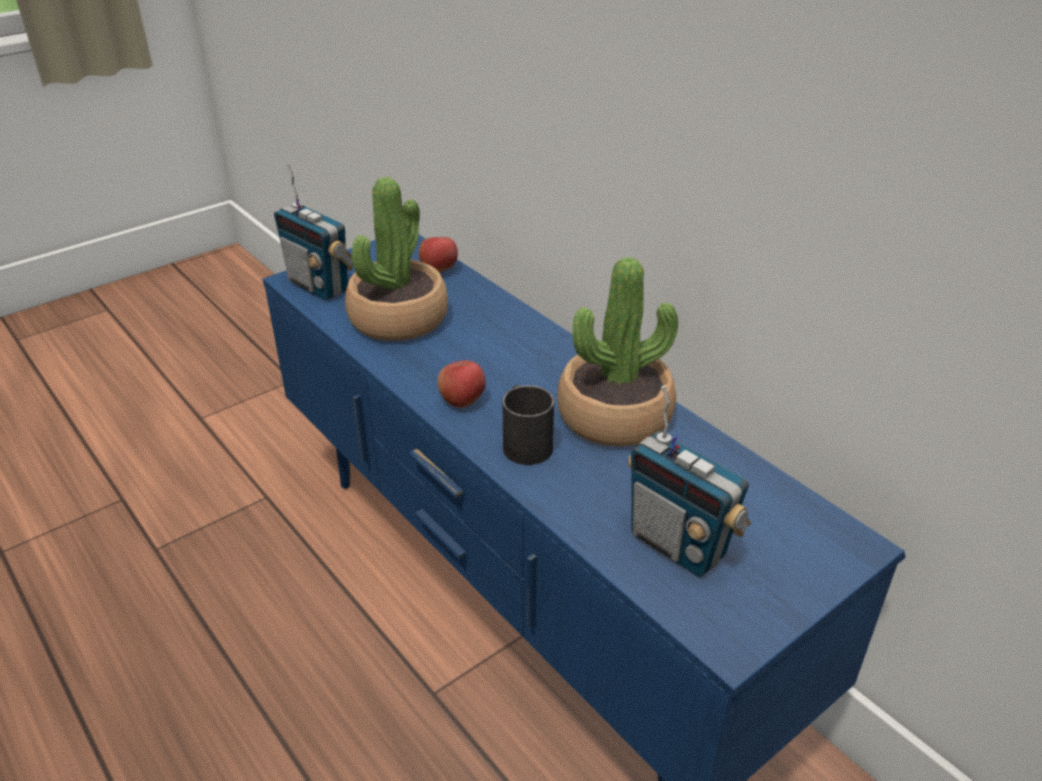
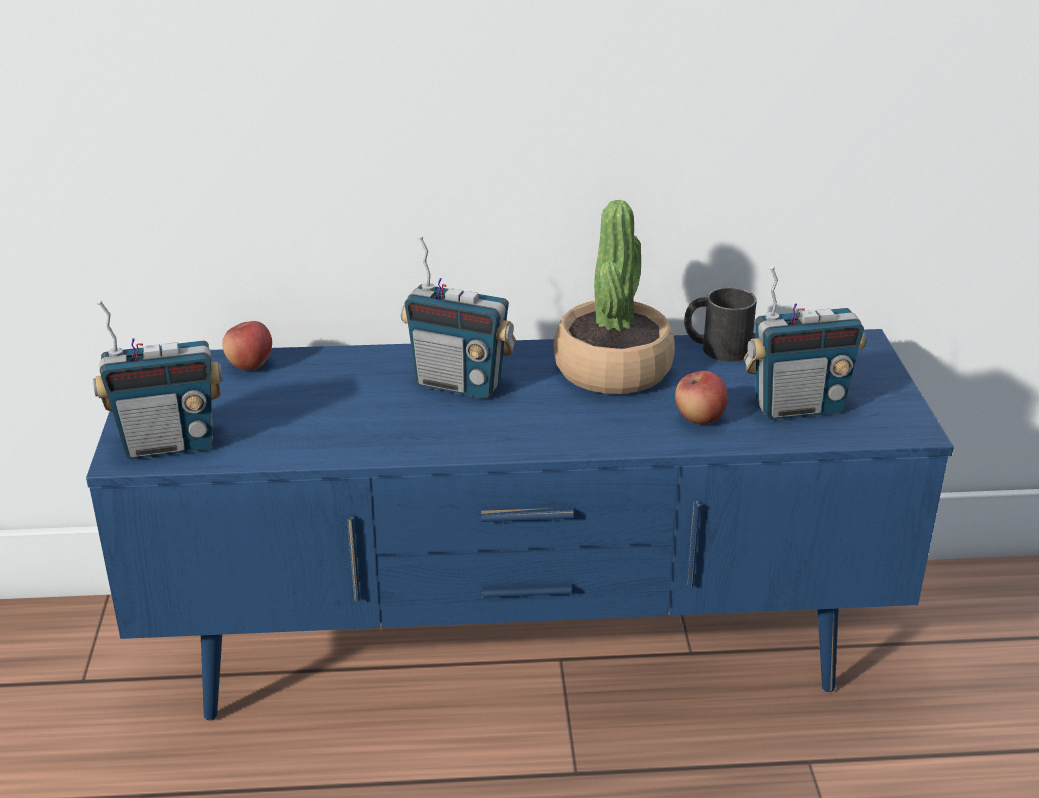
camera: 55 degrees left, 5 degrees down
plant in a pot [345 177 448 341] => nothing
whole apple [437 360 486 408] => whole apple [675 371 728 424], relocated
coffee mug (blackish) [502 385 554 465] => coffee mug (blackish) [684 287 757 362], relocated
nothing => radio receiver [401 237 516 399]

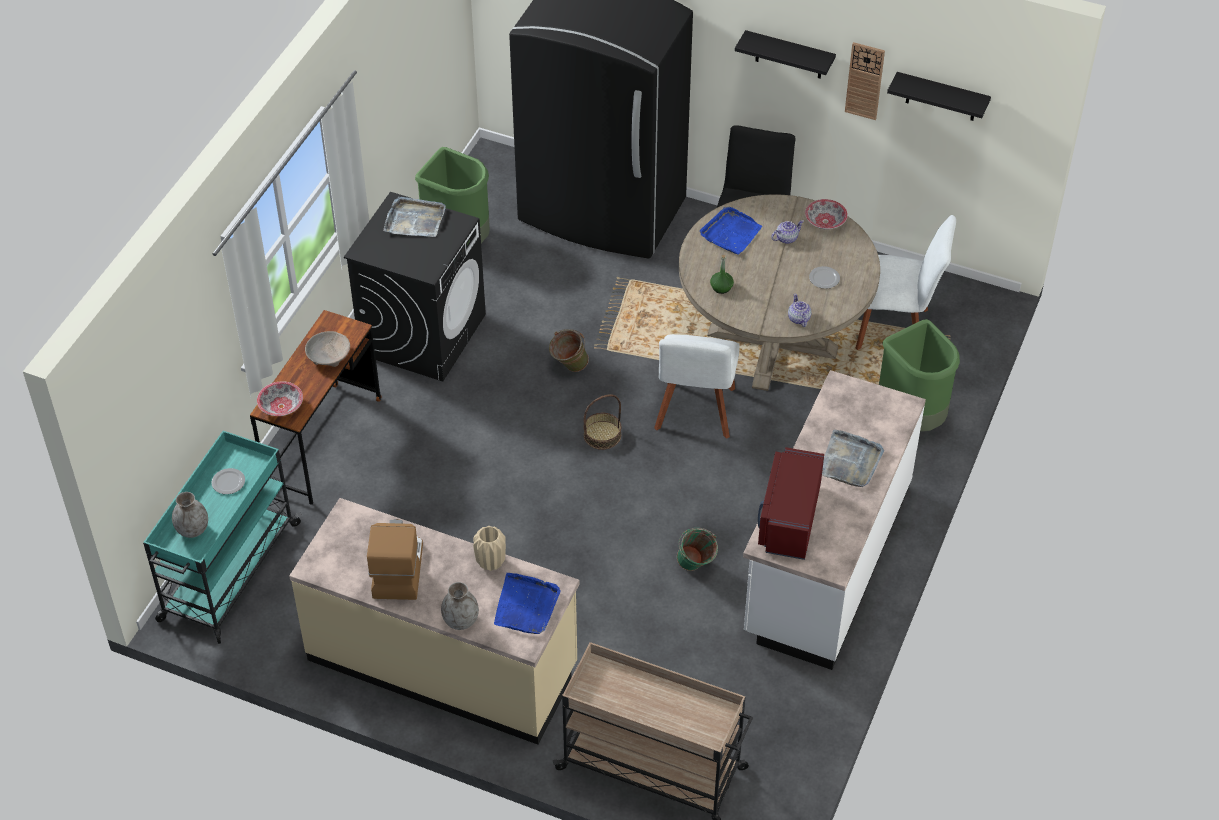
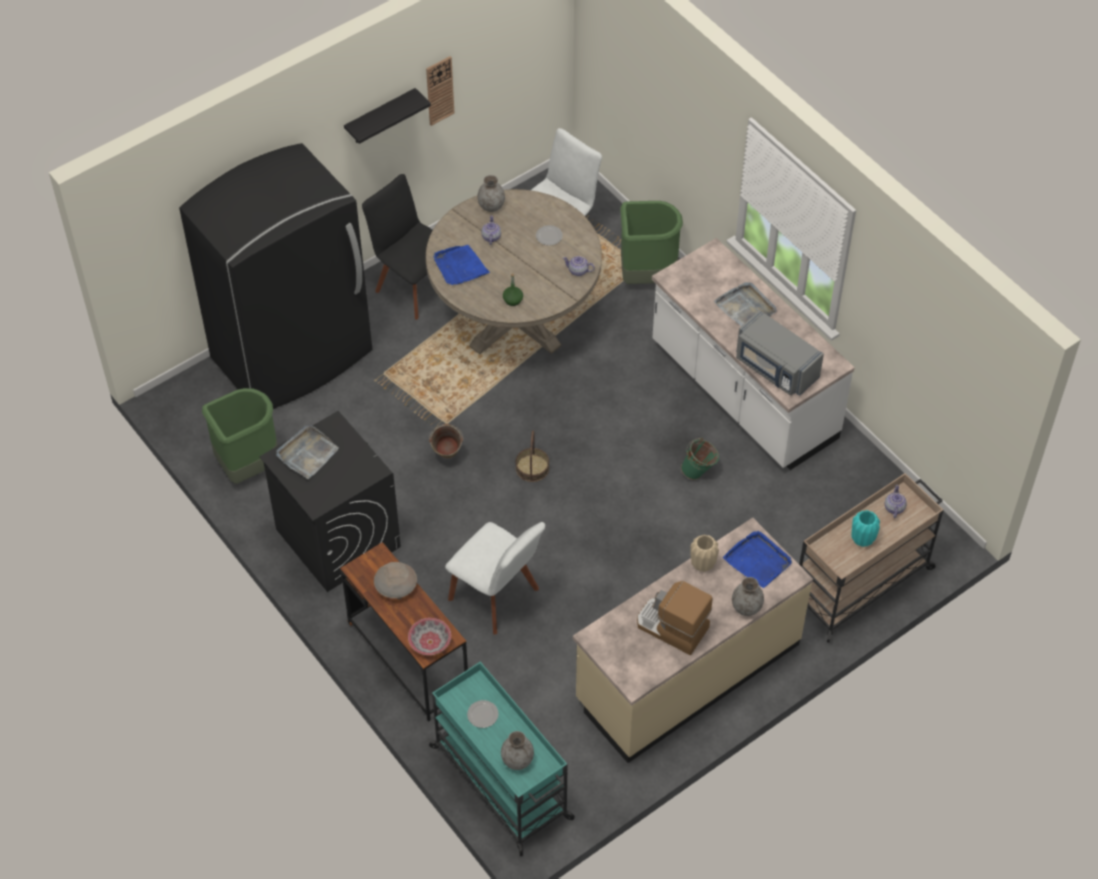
camera: 60 degrees left, 5 degrees up
plain chair (white) [654 334 740 439] => plain chair (white) [445 522 545 635], relocated
kitchen microwave (red-coloured) [758 447 824 560] => kitchen microwave (grey) [736 310 824 396]
bowl [805 199 848 230] => vase (grey) [477 175 505 212]
bracket shelf (blackish) [887 72 991 121] => nothing
nothing => vase (blue-green) [851 510 880 547]
nothing => teapot [885 485 907 518]

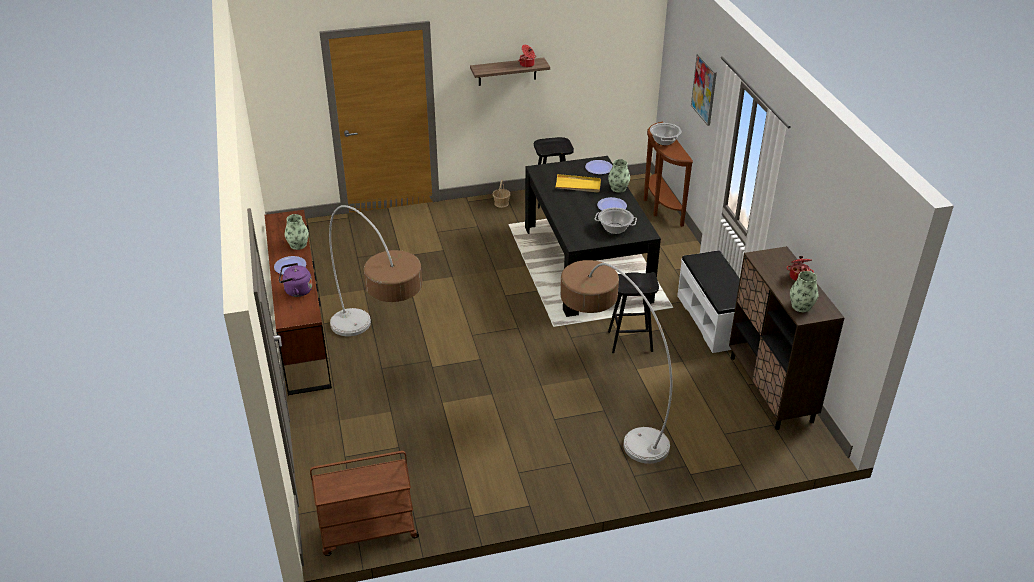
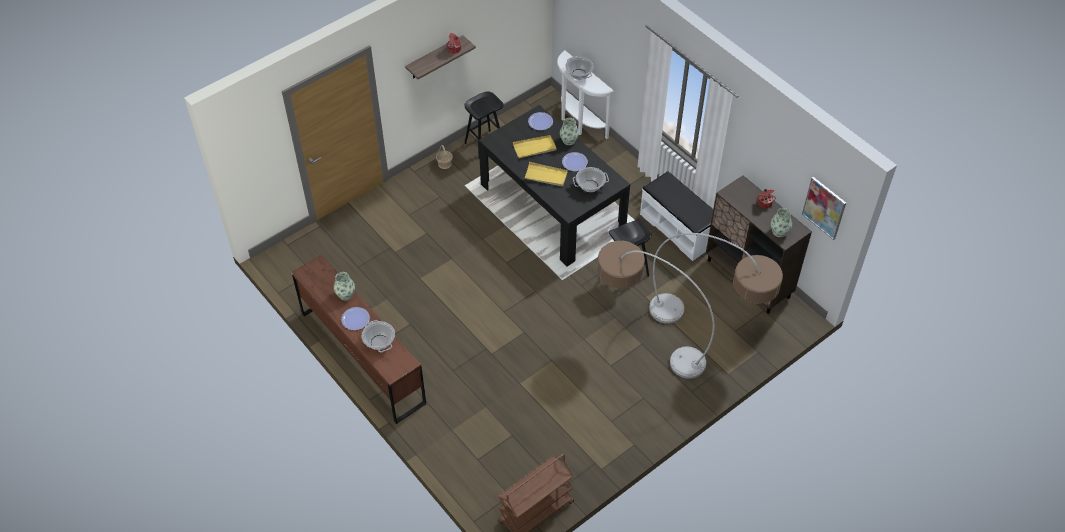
camera: 25 degrees left, 15 degrees up
kettle (purple-coloured) [279 263 312 297] => cooking pot [362 320 395 352]
floor lamp [329 205 422 337] => floor lamp [649 233 783 324], relocated
hall table (brownish) [644 121 693 227] => hall table (white) [557 50 614 139]
wall picture [691 54 717 126] => wall picture [802 177 846 240], relocated
nothing => carrying tray (yellow) [524 162 568 186]

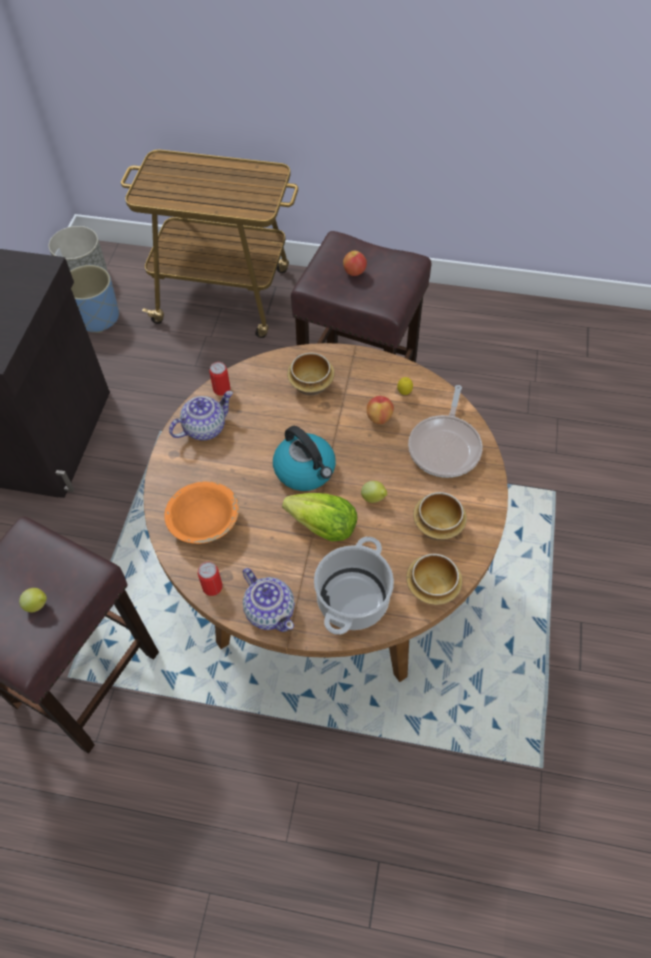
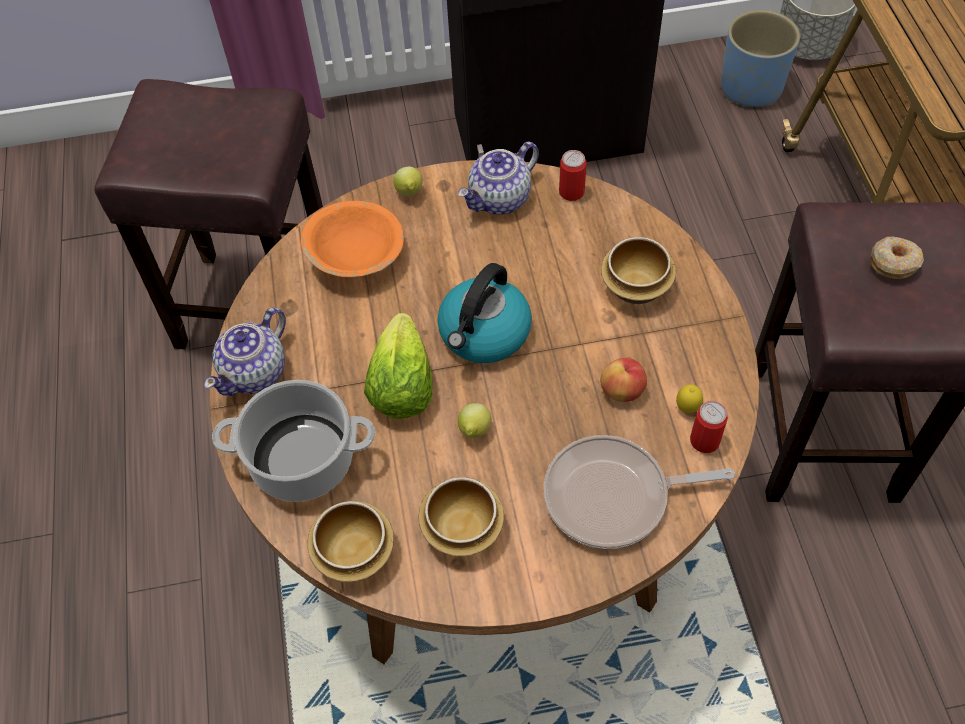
camera: 70 degrees right, 0 degrees up
whole lemon [19 588 47 612] => whole lemon [393 166 423 196], relocated
teapot [169 391 233 440] => teapot [458 142 539 214], 105 degrees clockwise
sealed can [198 562 223 596] => sealed can [690 401 728 453], relocated
whole apple [343 251 367 276] => ring doughnut [870 236 924 279]

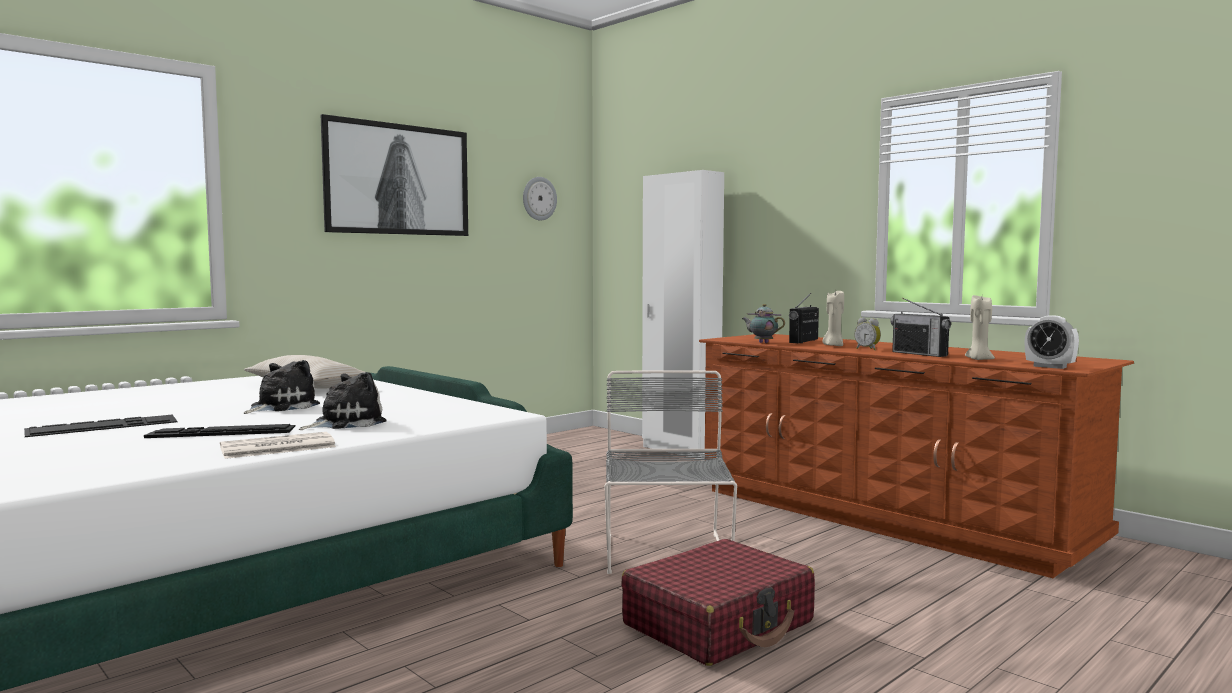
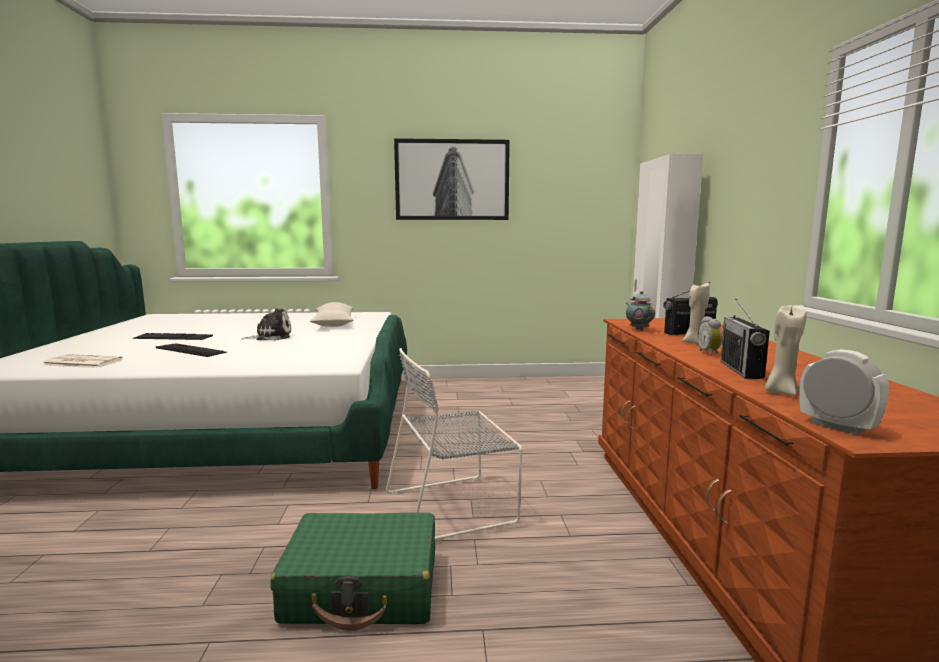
camera: 40 degrees right, 5 degrees up
newspaper [220 432 336 459] => newspaper [42 354 123 368], relocated
plush toy [299 372 386 430] => nothing
hanging clock [523 177 557 221] => nothing
plain chair (grey) [604 370 737 574] => plain chair (grey) [386 348 522 540], 150 degrees counterclockwise
travel case (red-coloured) [621 539 815 666] => travel case (green-coloured) [270 513 435 631]
bedside clock [1025 315 1079 369] => bedside clock [799 349 889 435], 150 degrees clockwise

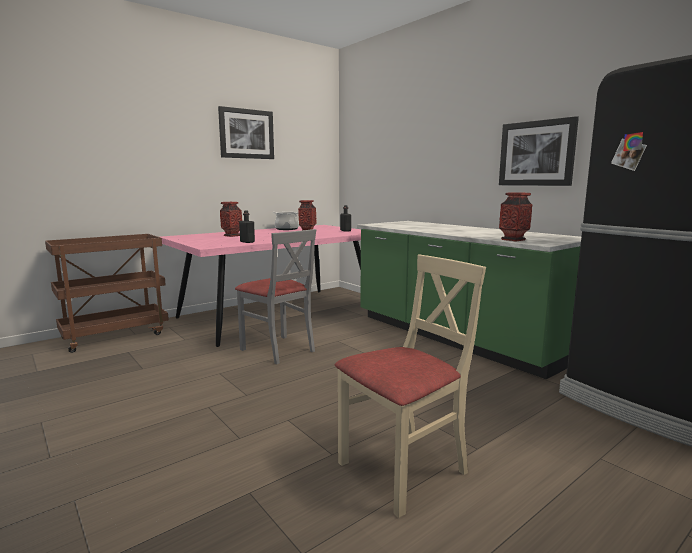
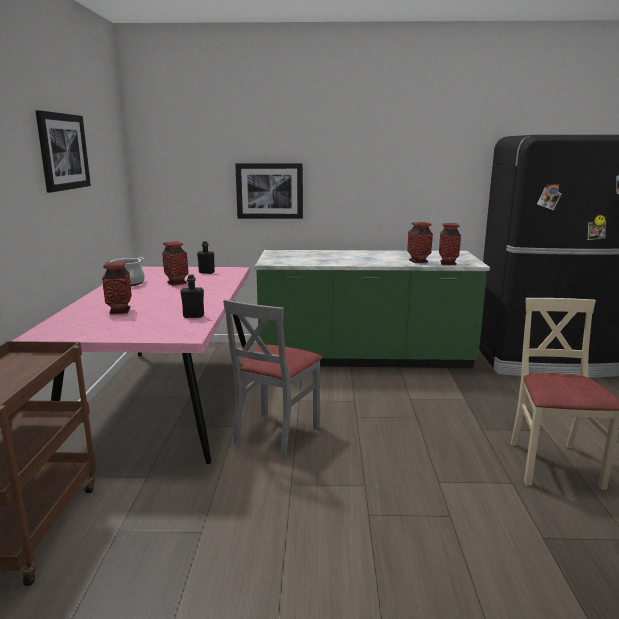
camera: 50 degrees left, 5 degrees up
plain chair (grey) [235 229 316 364] => plain chair (grey) [223 299 322 458], 120 degrees clockwise
wall picture [499 116 579 186] => wall picture [235 163 303 219], relocated
nothing => vase [407 222 433 263]

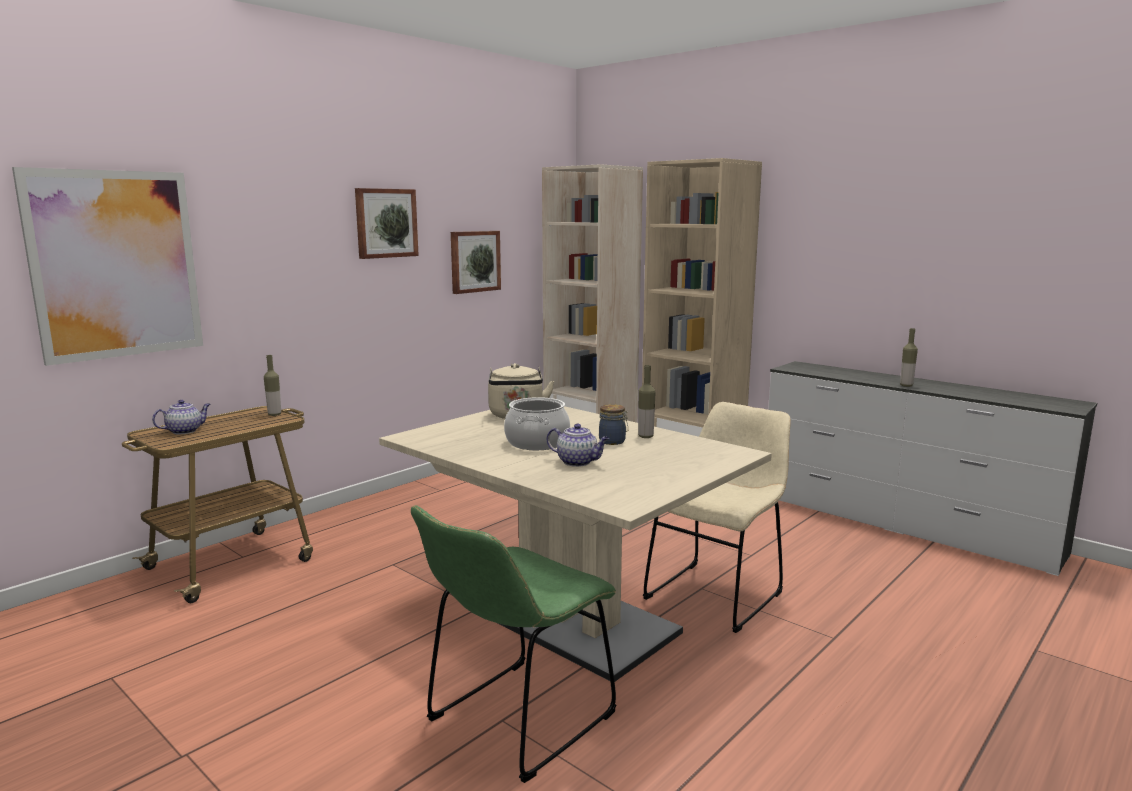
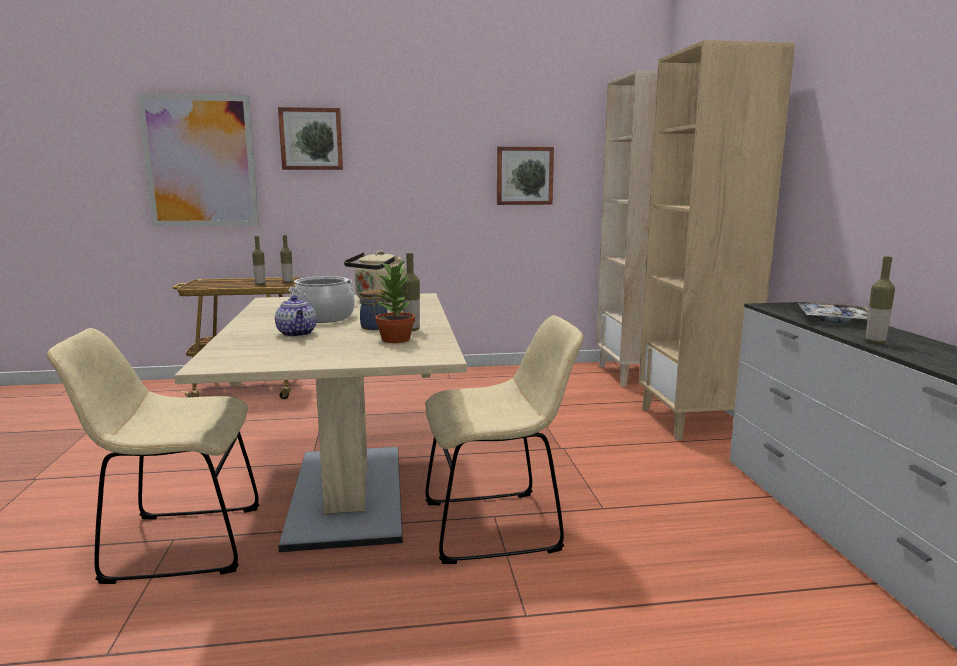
camera: 40 degrees right, 0 degrees up
teapot [152 400 210 434] => nothing
wall picture [355 188 419 259] => wall picture [278 107 343 170], relocated
plain chair (green-coloured) [411 505 617 783] => plain chair (beige-coloured) [47 328 259 584]
nothing => bottle [252 236 266 285]
nothing => plant in a pot [375 259 415 343]
nothing => carrying tray [797 302 869 323]

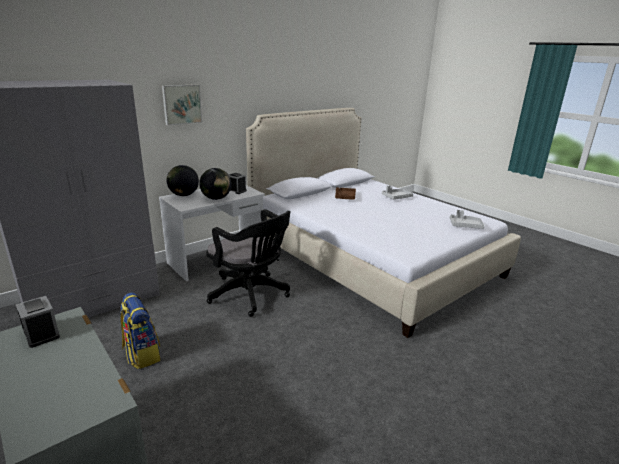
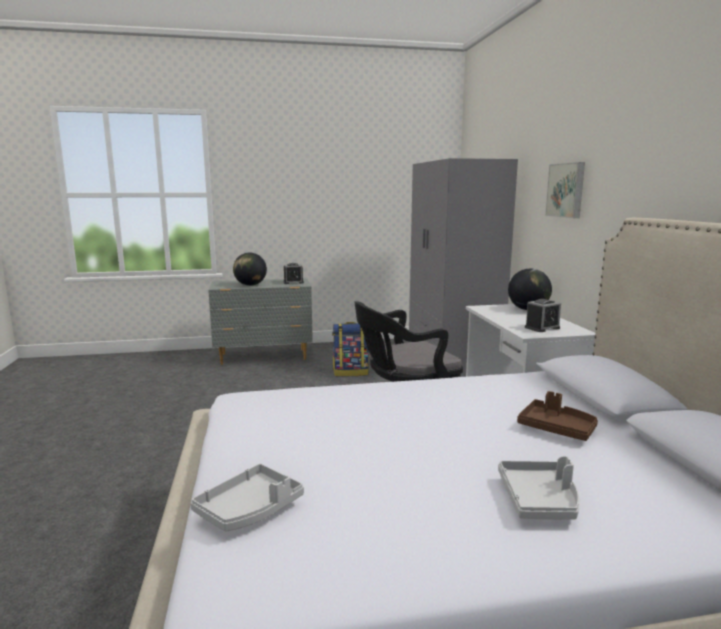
camera: 120 degrees right, 10 degrees down
globe [199 168 232 200] => globe [233 253 267 286], relocated

